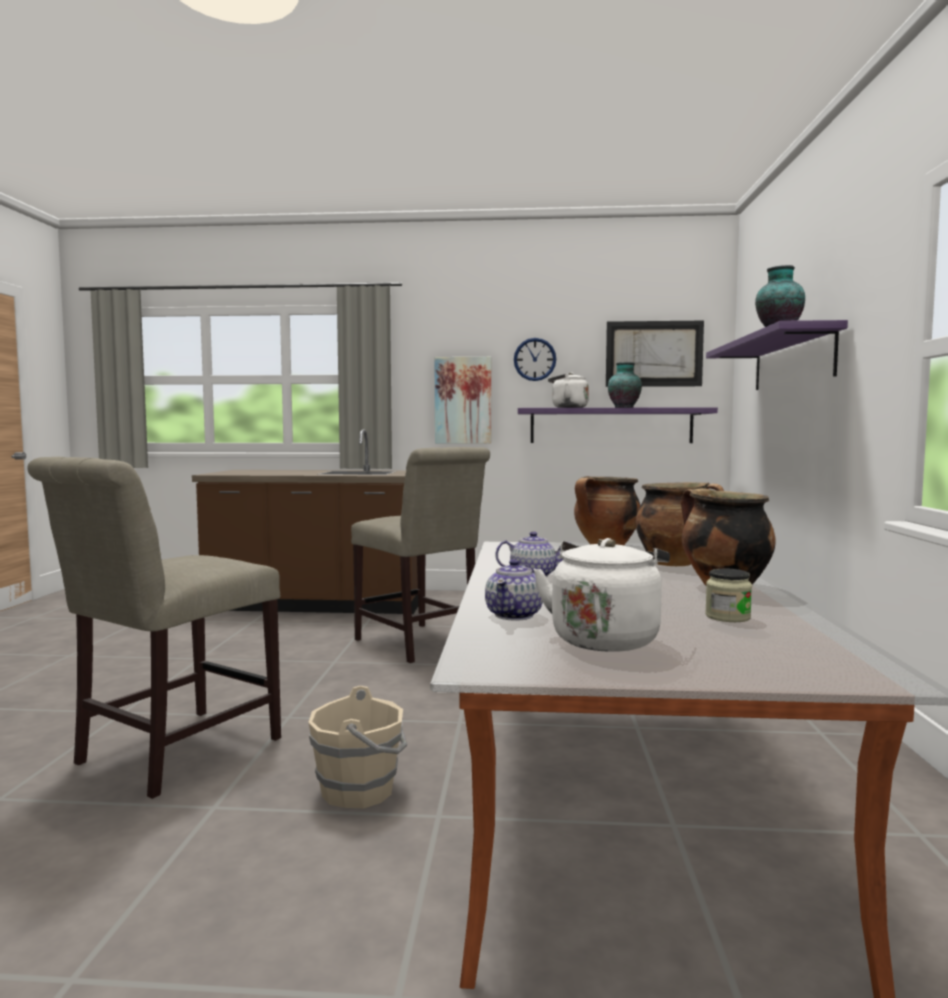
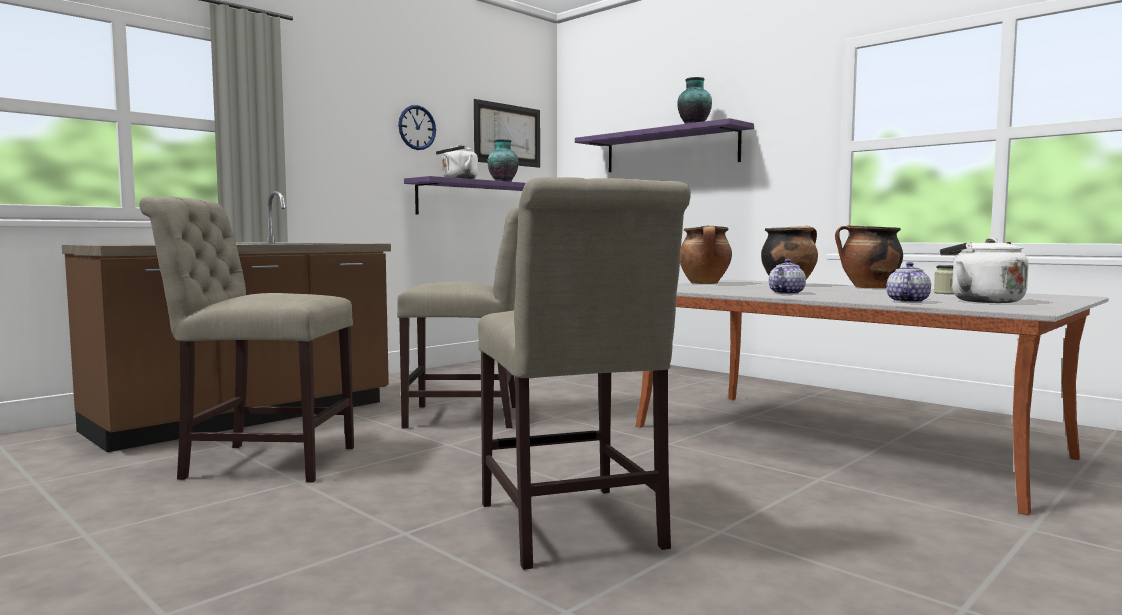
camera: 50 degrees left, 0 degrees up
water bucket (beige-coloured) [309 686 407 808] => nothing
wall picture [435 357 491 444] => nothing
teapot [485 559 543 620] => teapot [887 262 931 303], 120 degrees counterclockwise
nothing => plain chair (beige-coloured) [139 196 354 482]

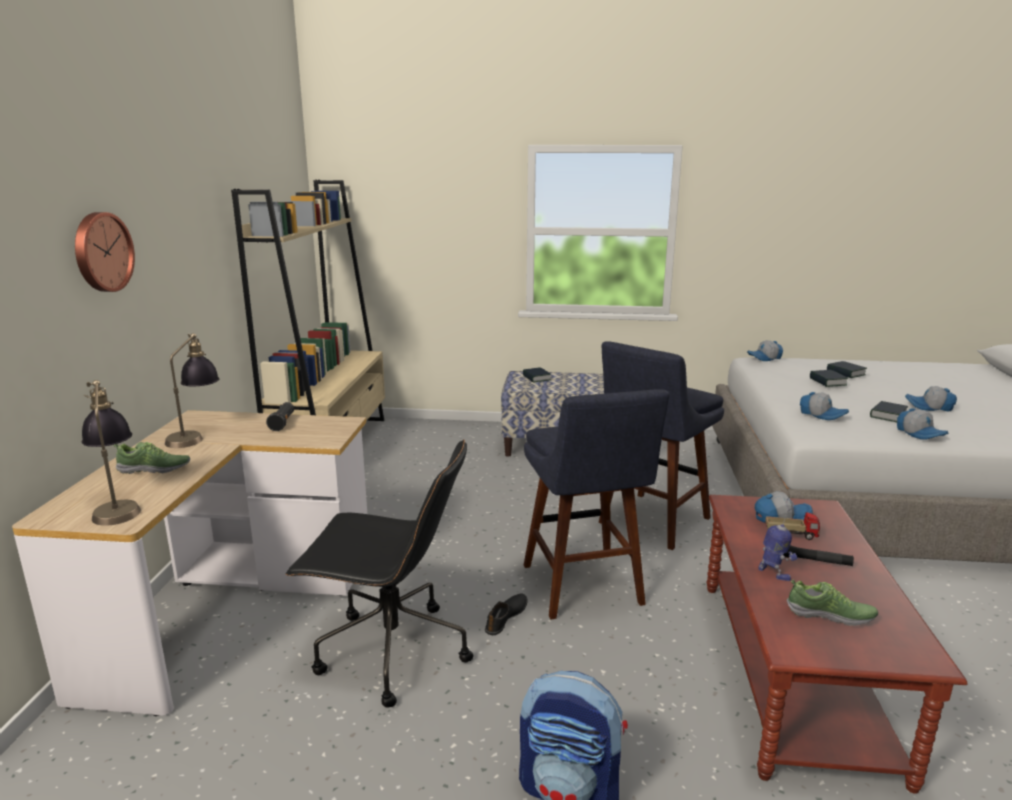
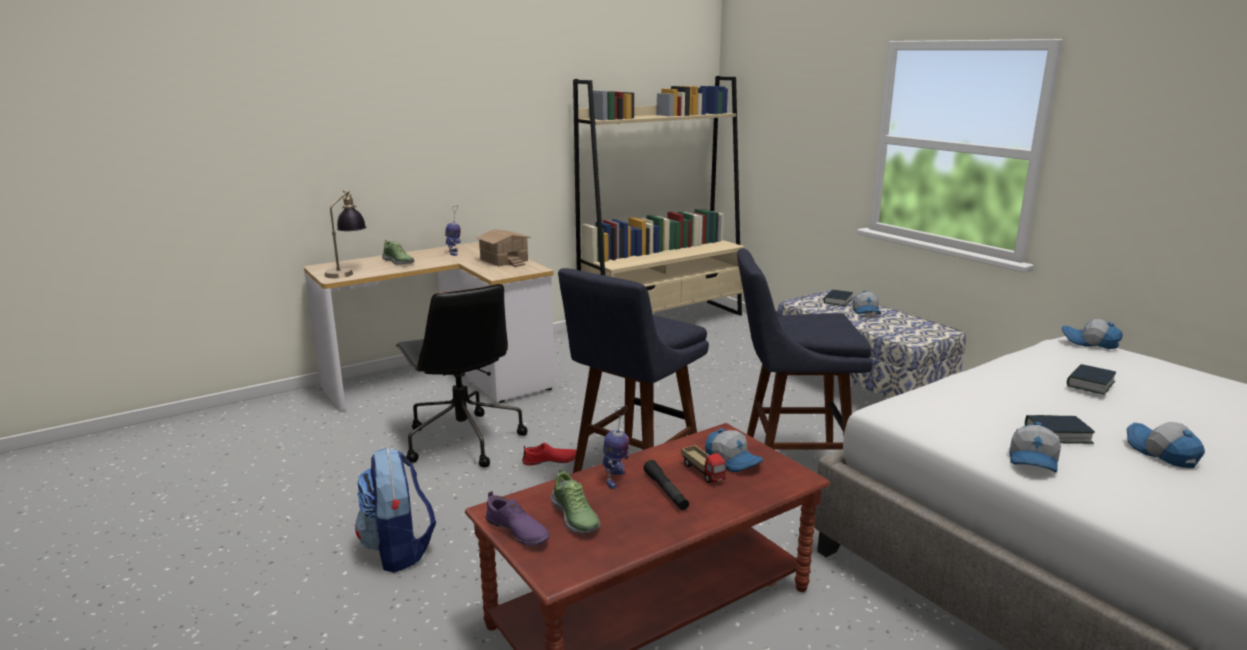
camera: 50 degrees right, 0 degrees up
hanging clock [75 212 135 292] => nothing
lamp for a table [165 333 219 448] => model robot [445 205 461 256]
flashlight (blackish) [266 402 294 431] => toy house [475 229 531 267]
item of footwear (blackish) [485 593 528 635] => item of footwear (red-coloured) [522 443 577 466]
baseball cap [800 392 849 420] => baseball cap [852 291 881 315], relocated
volume [827 361 867 378] => nothing
nothing => item of footwear (purple-coloured) [486 491 550 546]

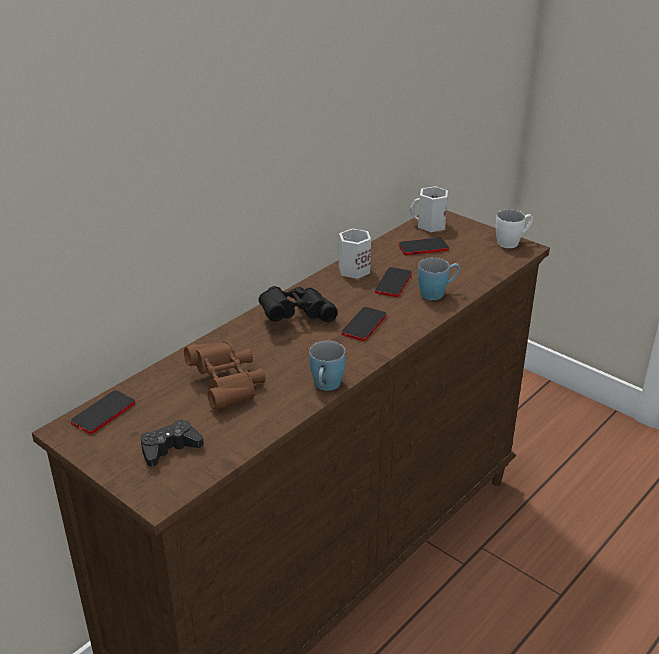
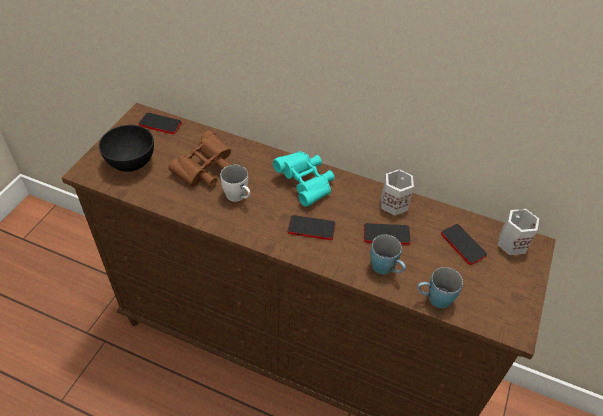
camera: 70 degrees right, 15 degrees up
game controller (blackish) [141 419 204 467] => bowl (blackish) [99 125 154 172]
field glasses (blackish) [259 286 338 322] => field glasses (blue-green) [273 151 335 207]
coffee mug (blue) [309 341 346 391] => coffee mug (blue) [417 267 463 308], relocated
coffee mug (white) [496 209 533 248] => coffee mug (white) [220 165 251 202], relocated

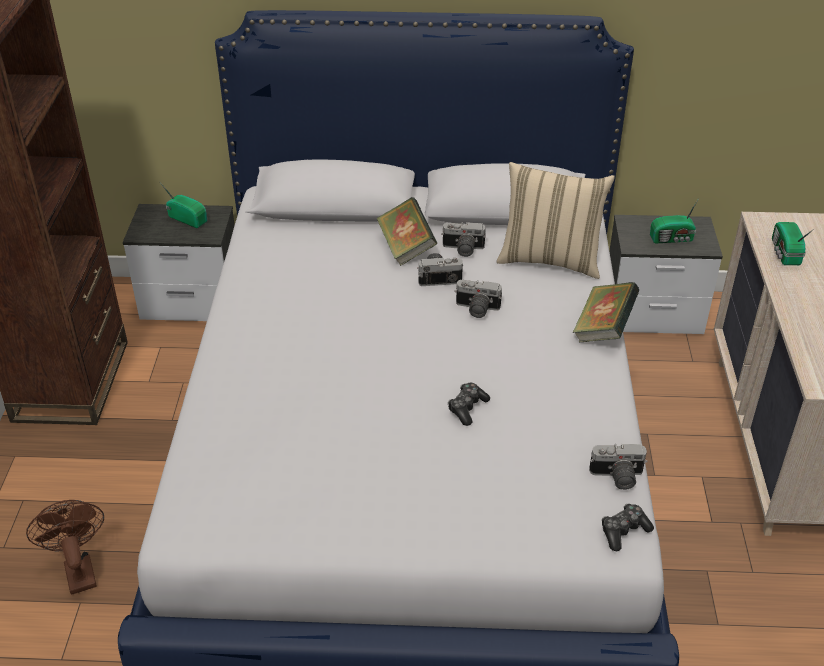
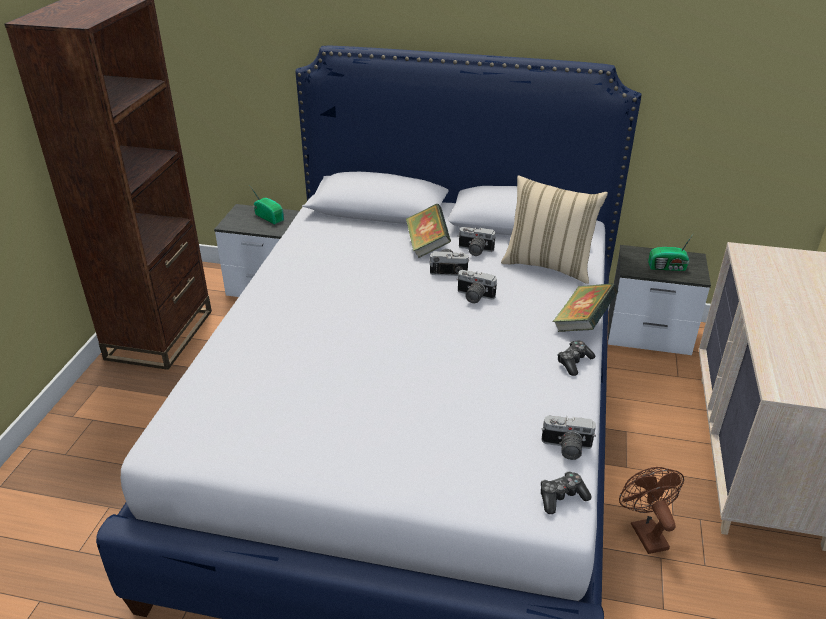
camera: 10 degrees right, 5 degrees down
fan (brownish) [26 500 104 595] => fan (brownish) [619 467 684 554], relocated
game controller [448 383 490 426] => game controller [557 341 595 376], relocated
radio receiver [772 222 814 265] => nothing

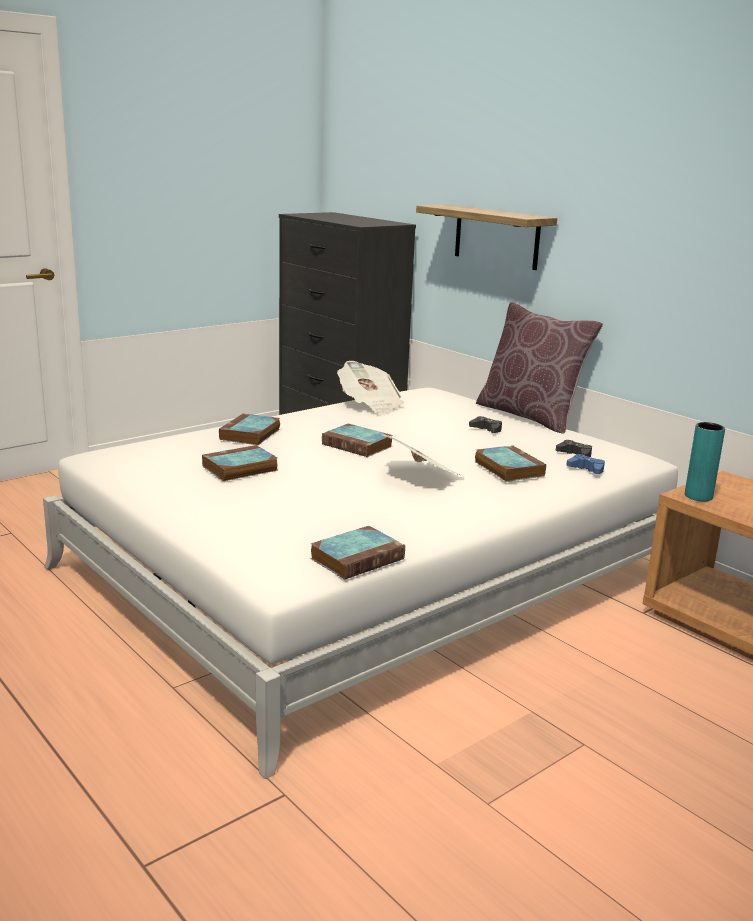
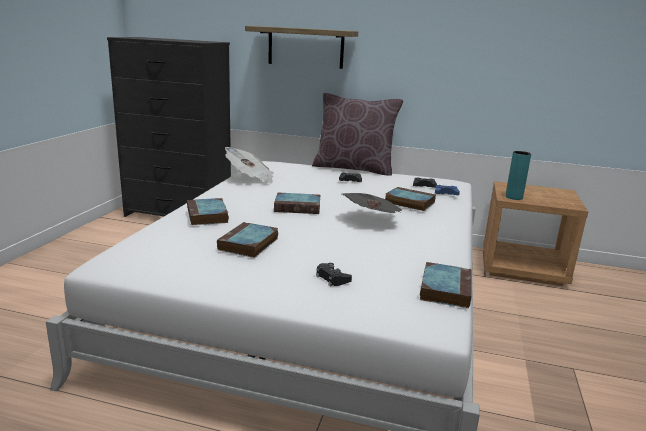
camera: 35 degrees left, 0 degrees up
nothing => game controller (blackish) [316 263 352 286]

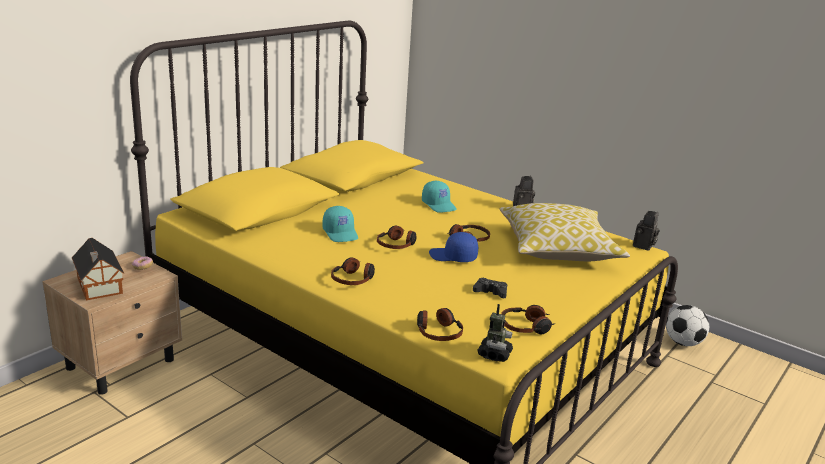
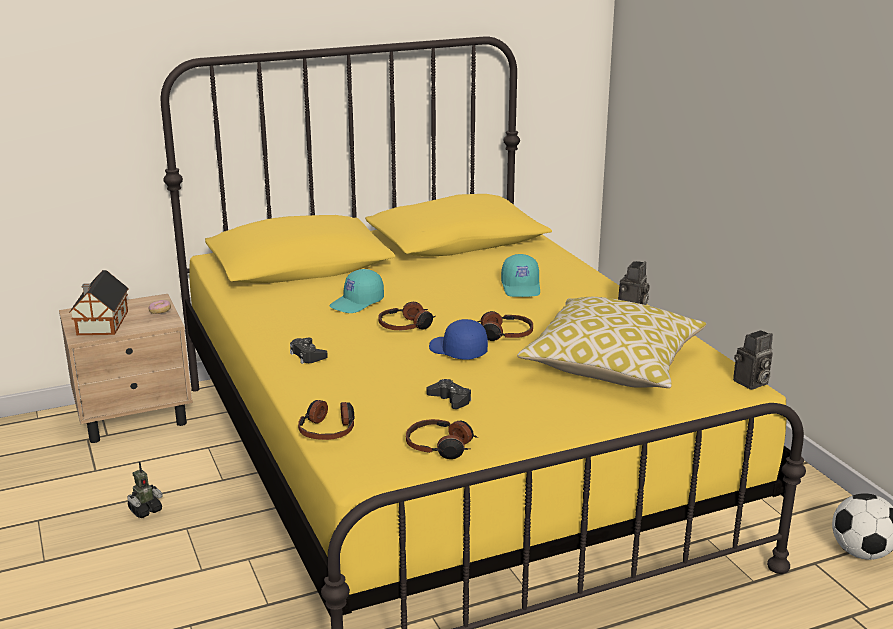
camera: 30 degrees right, 0 degrees up
baseball cap (blue-green) [323 206 358 242] => baseball cap (blue-green) [330 269 384 313], 45 degrees clockwise
headphones [331 257 375 285] => game controller (blackish) [290 338 328 364]
model robot [478 304 513 362] => model robot [127 462 163 518], relocated

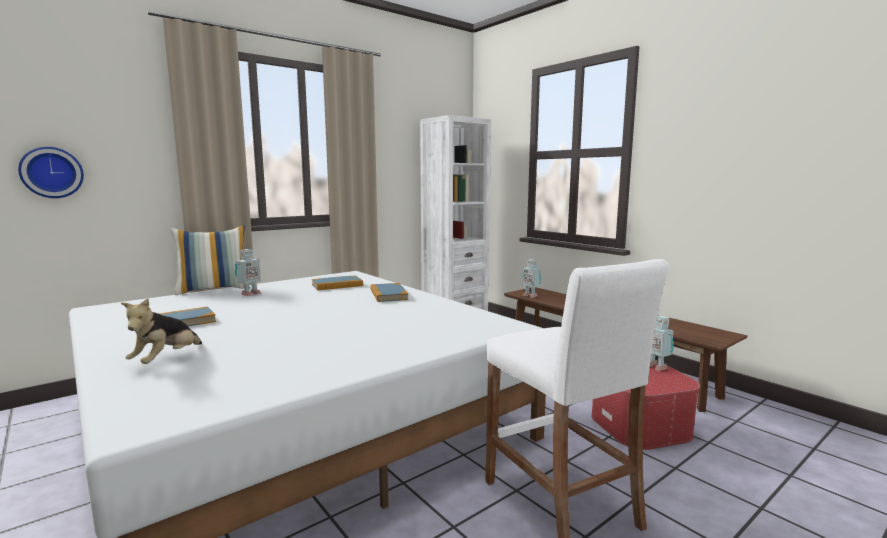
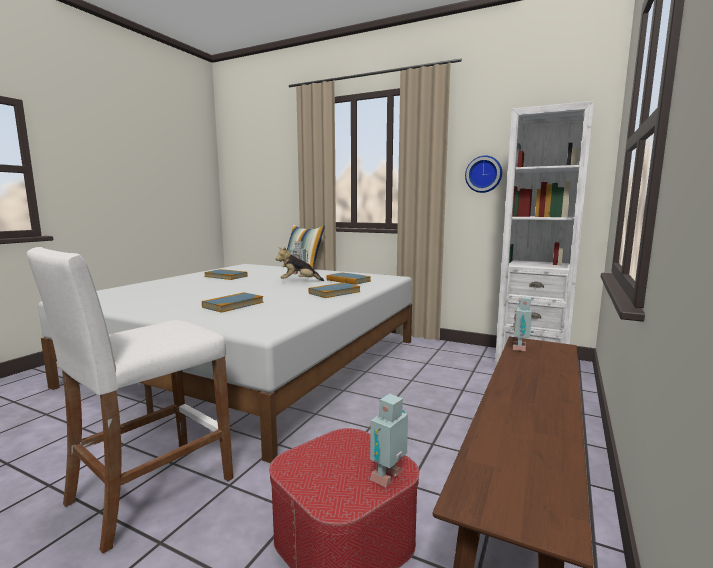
camera: 65 degrees right, 0 degrees up
hanging clock [18 147 84 198] => hanging clock [465 155 502 193], relocated
plush toy [121 298 202 364] => plush toy [276 247 324 281], relocated
nothing => volume [202 292 264 313]

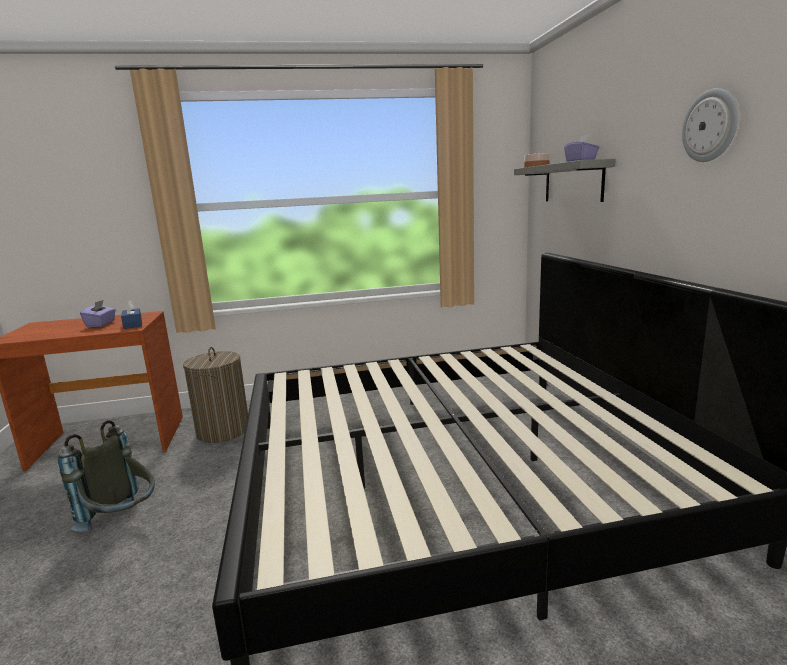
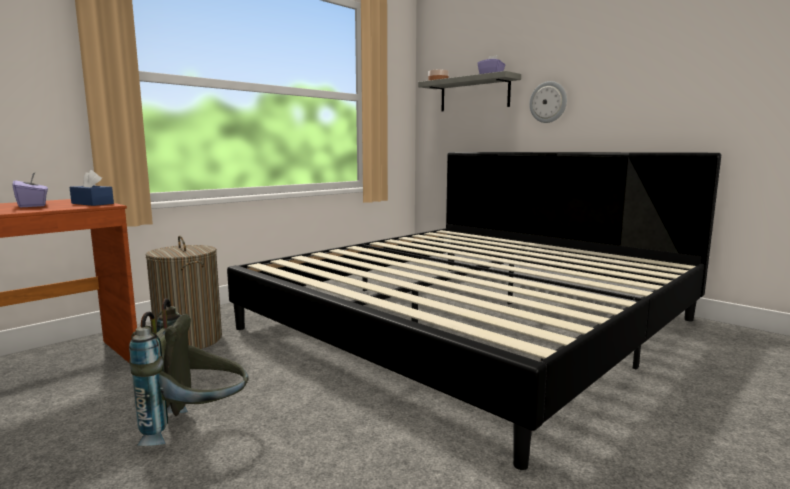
camera: 35 degrees left, 5 degrees down
hanging clock [682 88 738 162] => hanging clock [529 81 567 123], relocated

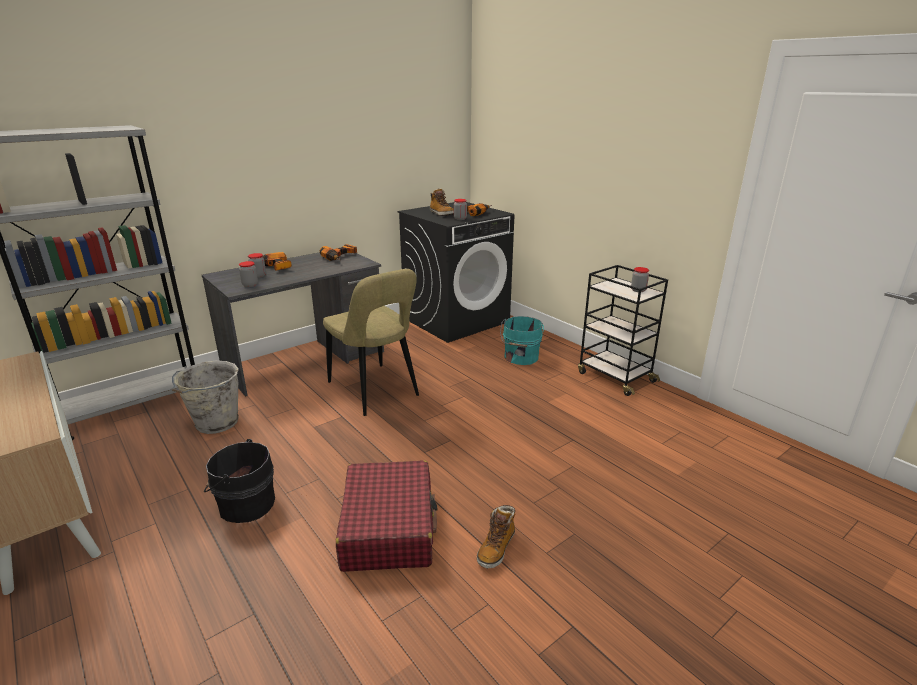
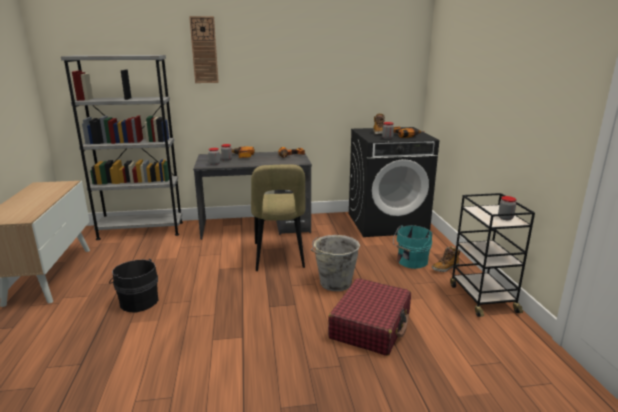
camera: 30 degrees right, 5 degrees down
water bucket (grey) [172 361 239 434] => water bucket (grey) [311 235 360 291], relocated
travel case (red-coloured) [336 460 438 572] => travel case (red-coloured) [328 278 411 356], relocated
high-top boot [477 505 515 569] => high-top boot [432 246 461 272], relocated
nothing => hanging clock [189 16 219 83]

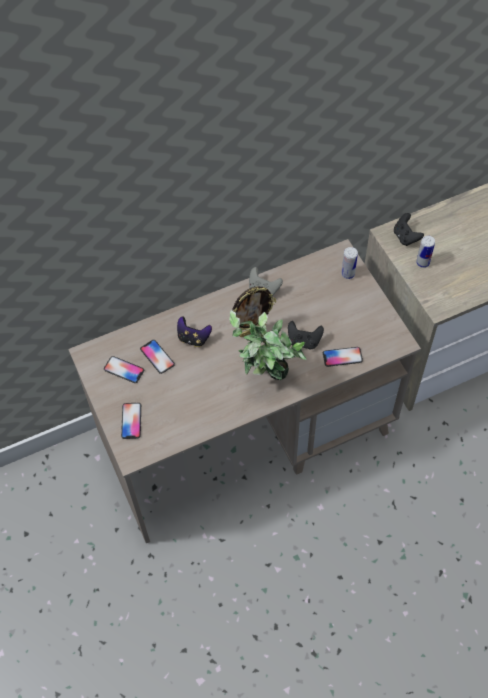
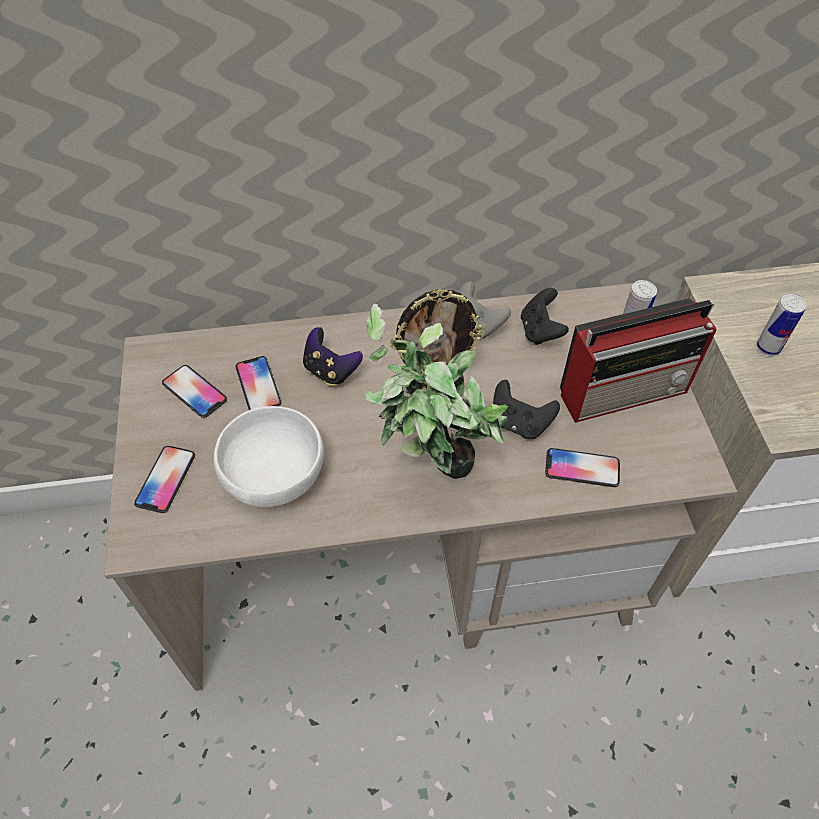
camera: 15 degrees right, 5 degrees down
game controller (blackish) [394 213 424 246] => game controller (blackish) [521 288 569 345], relocated
nothing => bowl (white) [214 406 324 507]
nothing => radio receiver [560 298 717 423]

